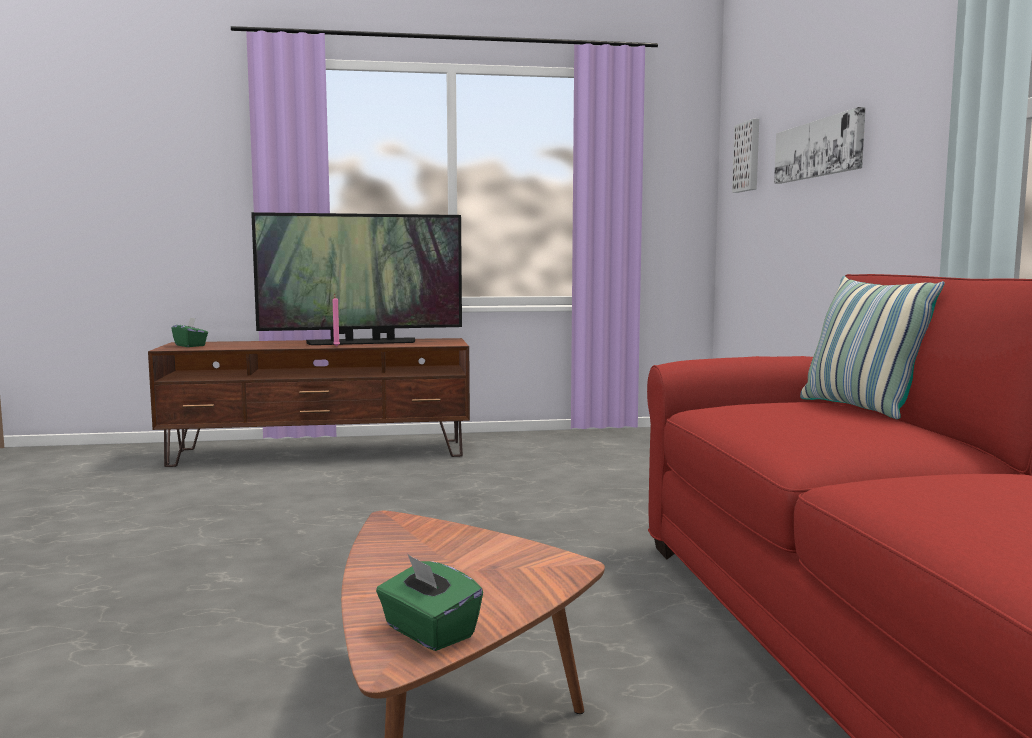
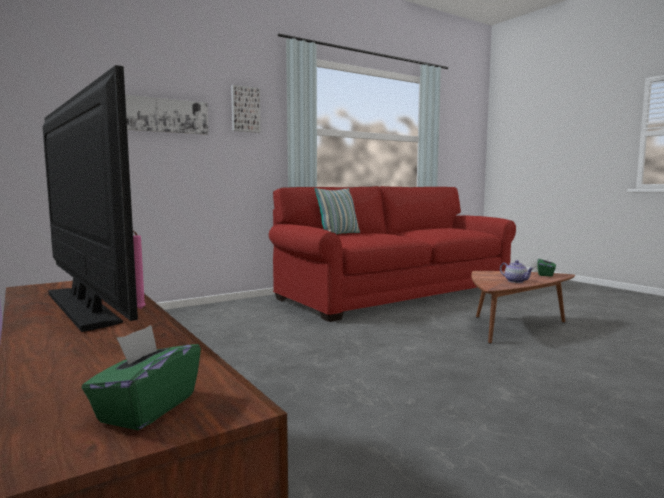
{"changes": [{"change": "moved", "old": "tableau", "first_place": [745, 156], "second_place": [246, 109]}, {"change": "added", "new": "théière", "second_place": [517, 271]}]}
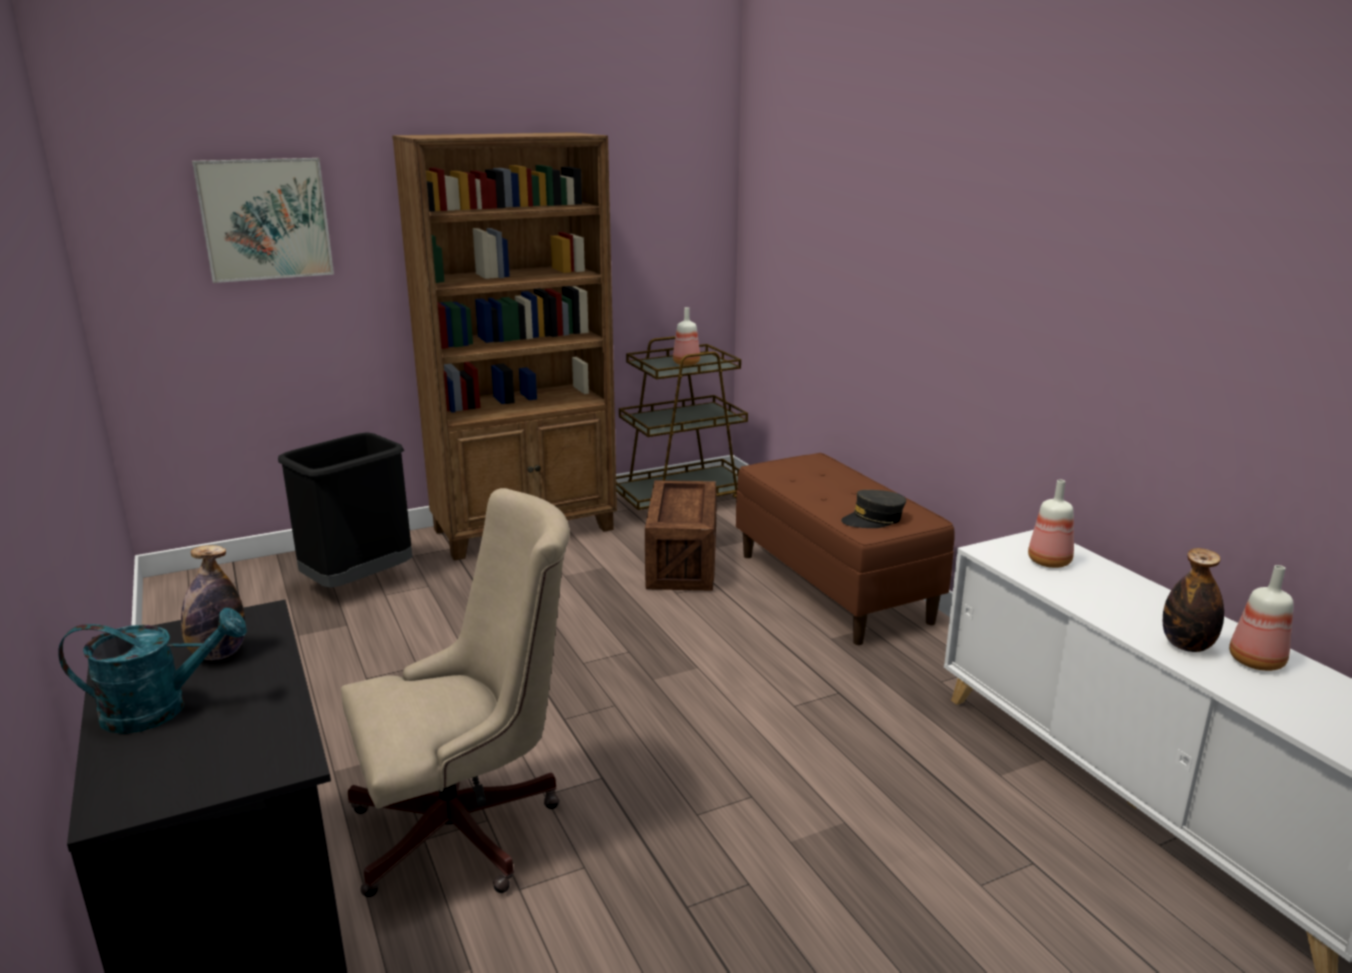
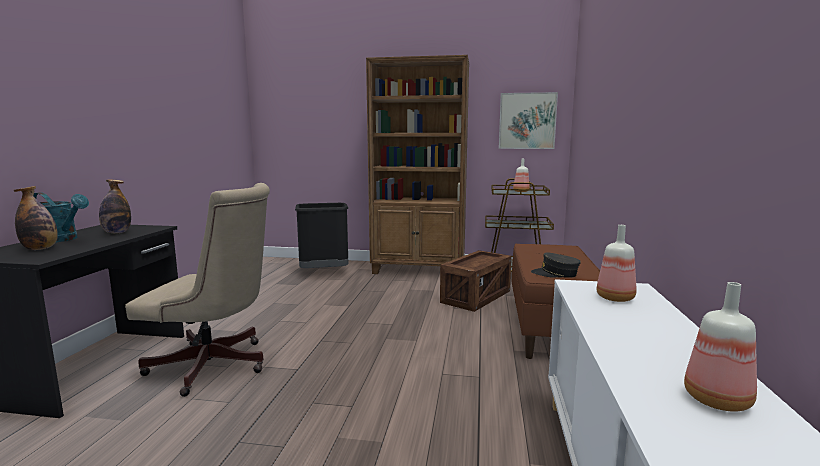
{"changes": [{"change": "moved", "old": "tableau", "first_place": [263, 220], "second_place": [528, 120]}, {"change": "moved", "old": "bouteille", "first_place": [1193, 600], "second_place": [36, 218]}]}
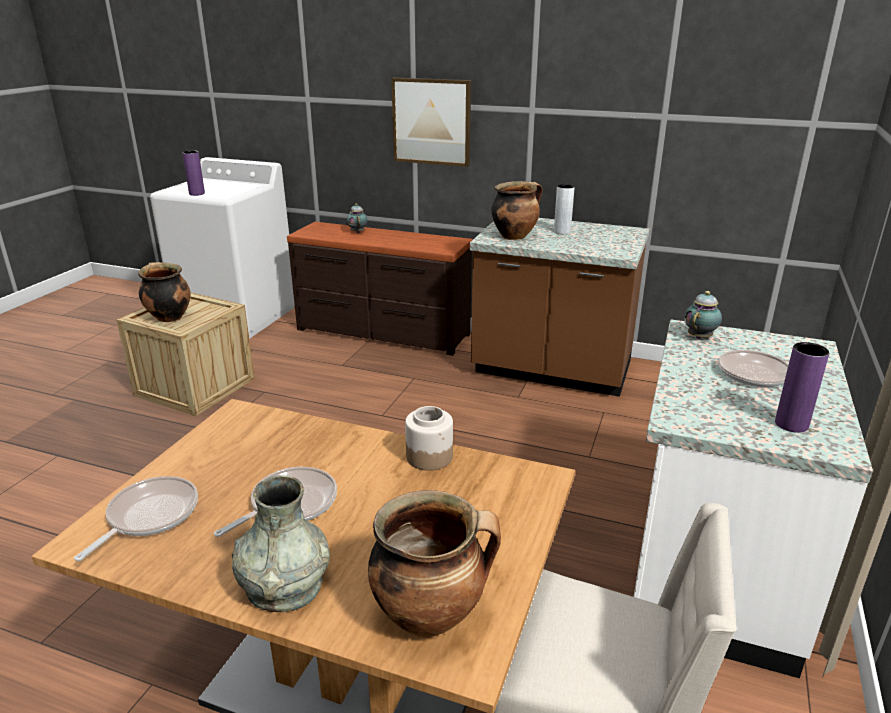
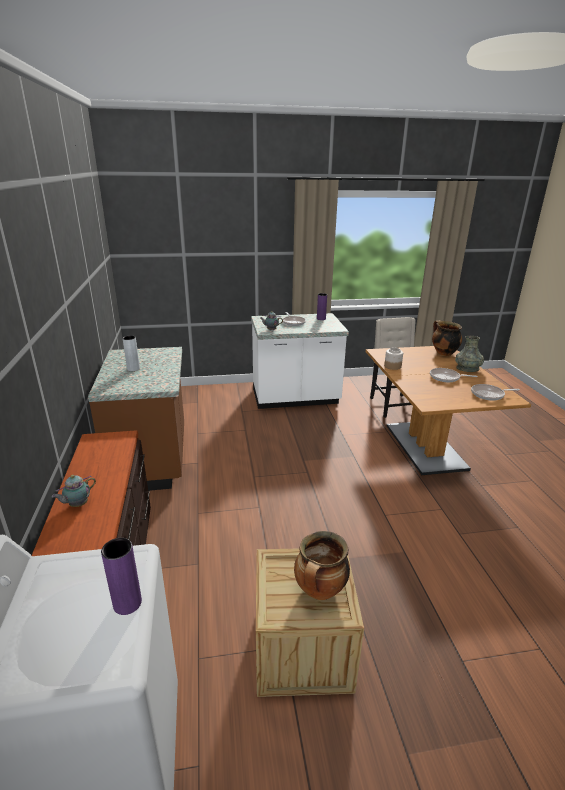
{"changes": [{"change": "removed", "old": "tableau", "first_place": [431, 122]}, {"change": "removed", "old": "marmite", "first_place": [517, 210]}]}
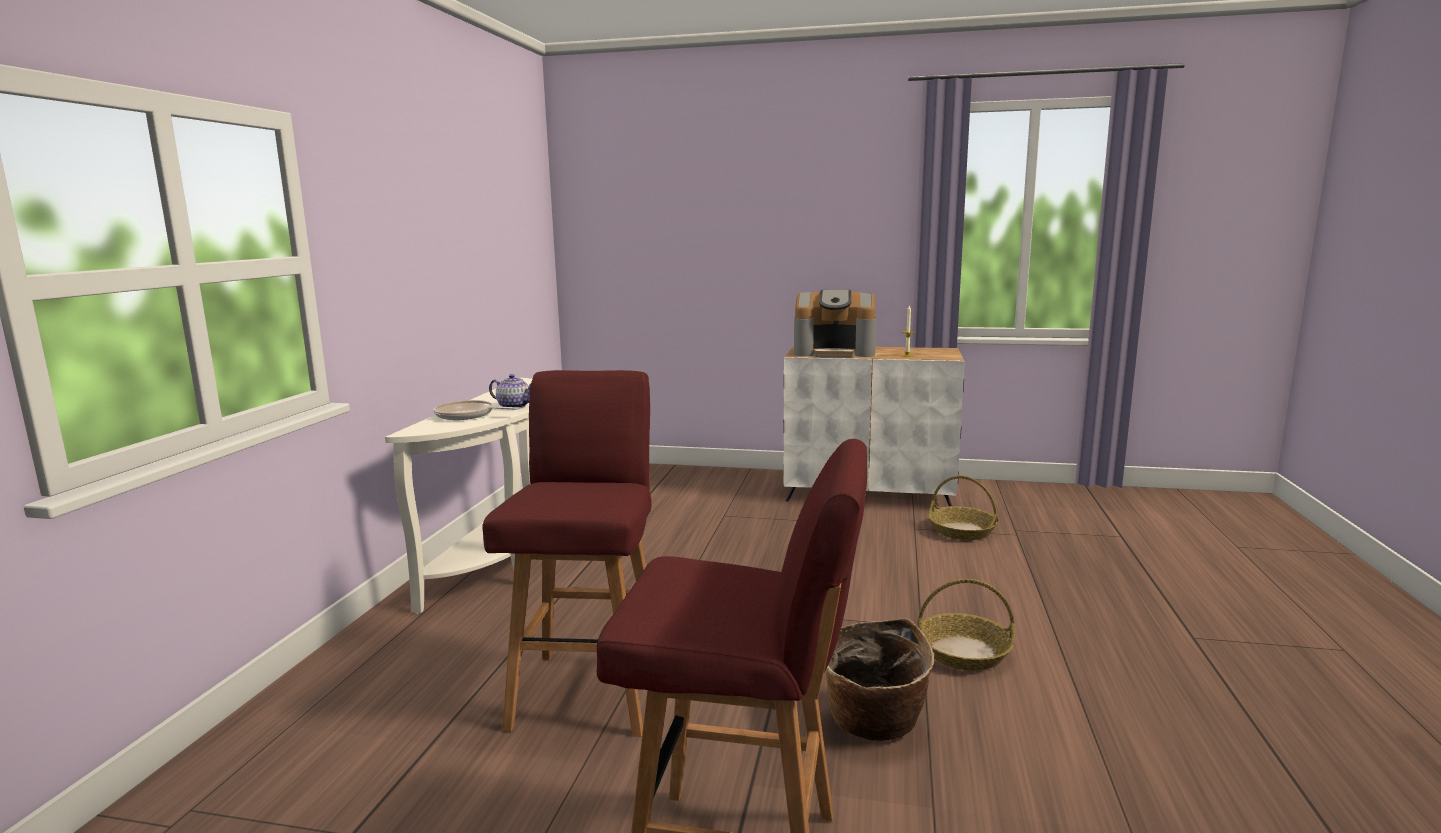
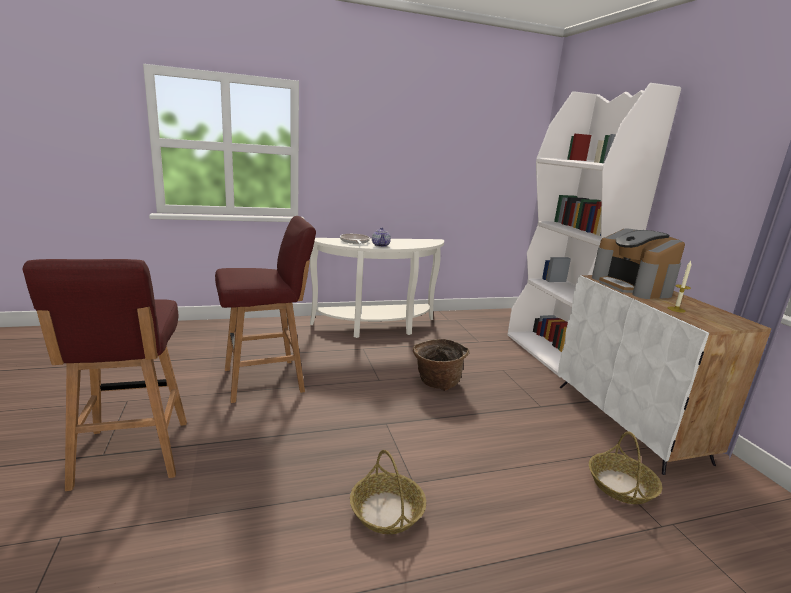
{"changes": [{"change": "moved", "old": "panier", "first_place": [880, 679], "second_place": [441, 365]}, {"change": "added", "new": "bibliothèque/blanc", "second_place": [594, 230]}]}
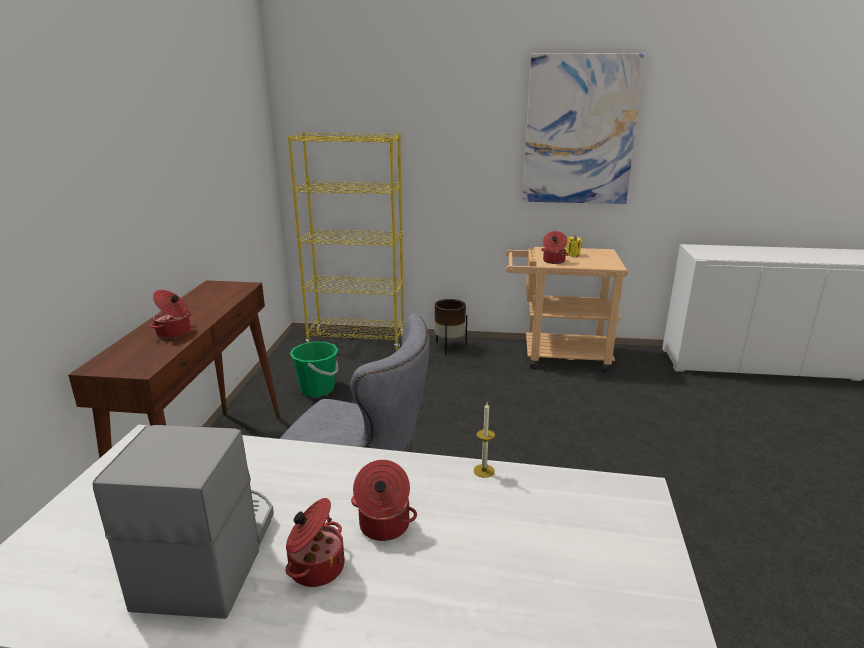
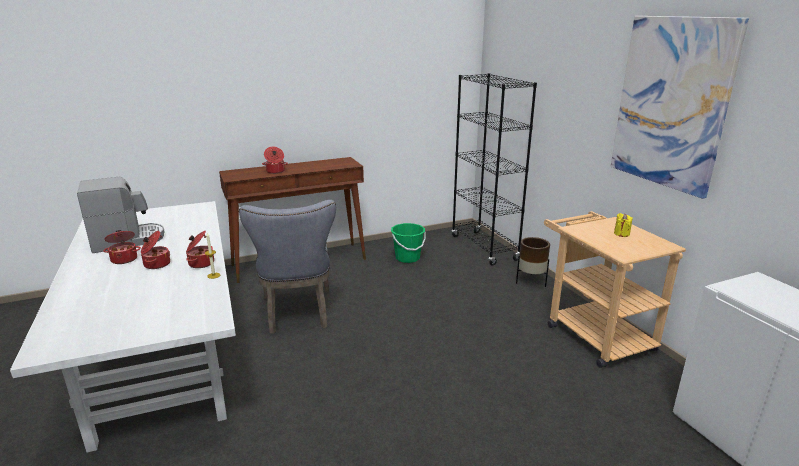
{"changes": [{"change": "recoloured", "old": "bibliothèque/jaune", "new": "bibliothèque/noir", "first_place": [346, 241], "second_place": [494, 169]}, {"change": "moved", "old": "marmite", "first_place": [555, 247], "second_place": [200, 249]}]}
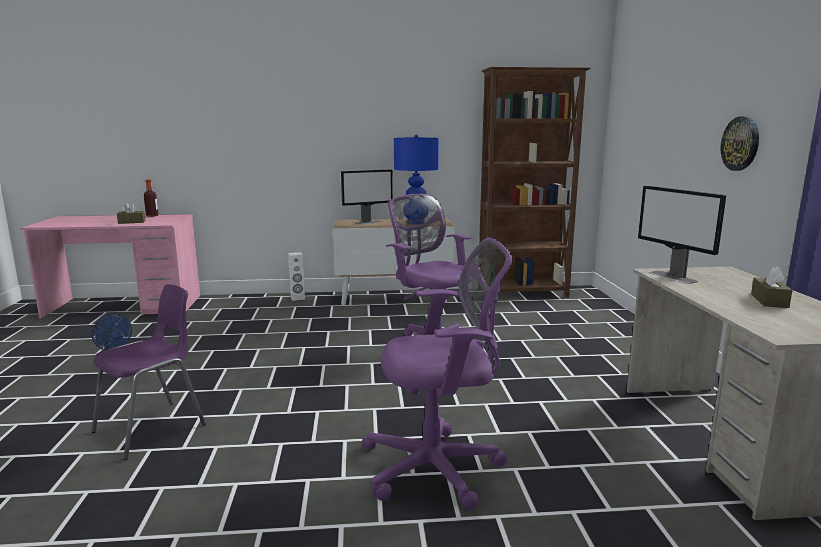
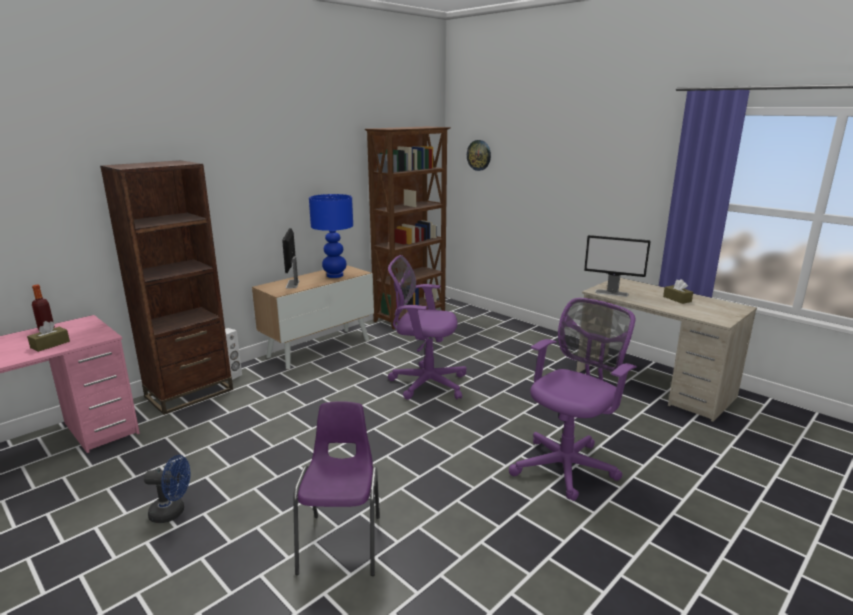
{"changes": [{"change": "turned", "old": "écran d'ordinateur", "first_place": [367, 197], "second_place": [291, 258], "degrees": 150}, {"change": "moved", "old": "horloge murale", "first_place": [739, 144], "second_place": [479, 155]}, {"change": "added", "new": "bibliothèque/marron", "second_place": [166, 287]}]}
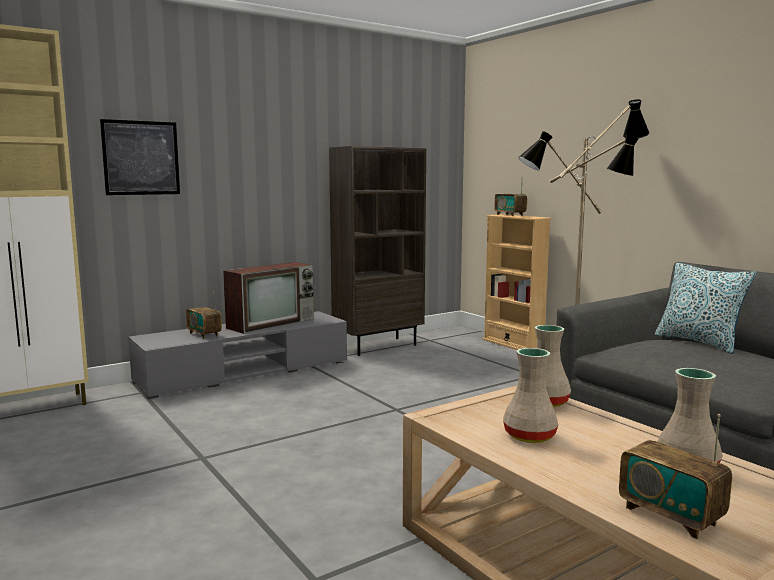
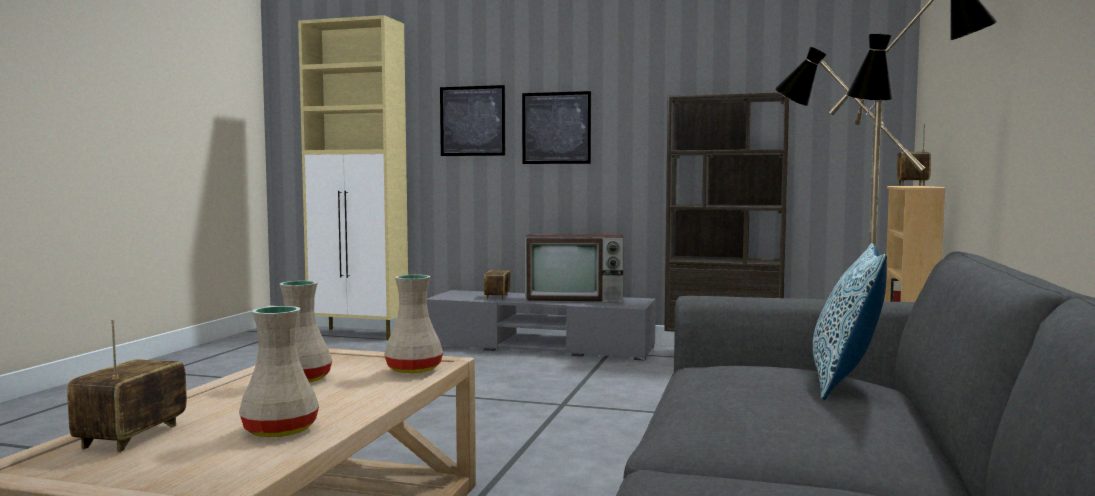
{"changes": [{"change": "added", "new": "tableau", "second_place": [556, 127]}]}
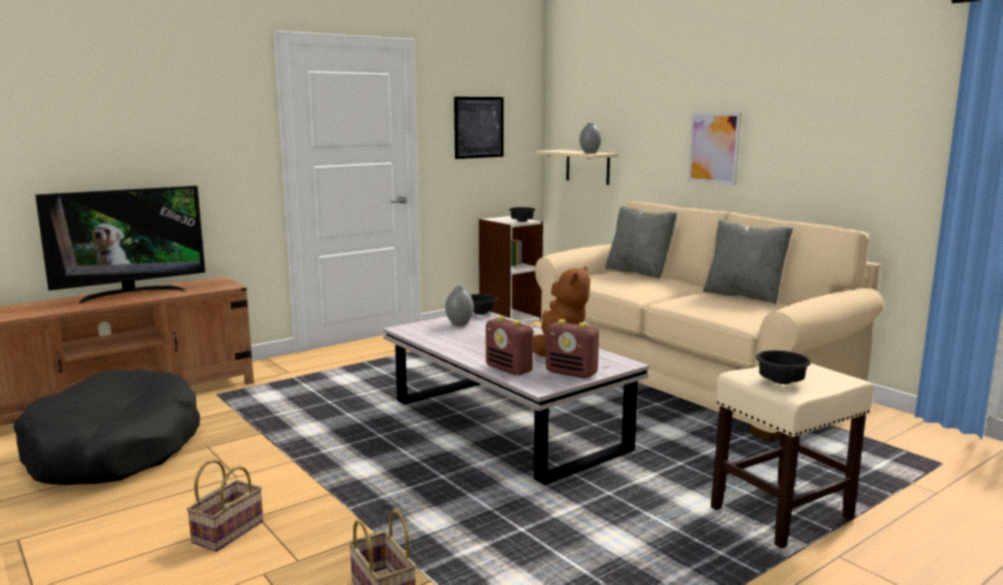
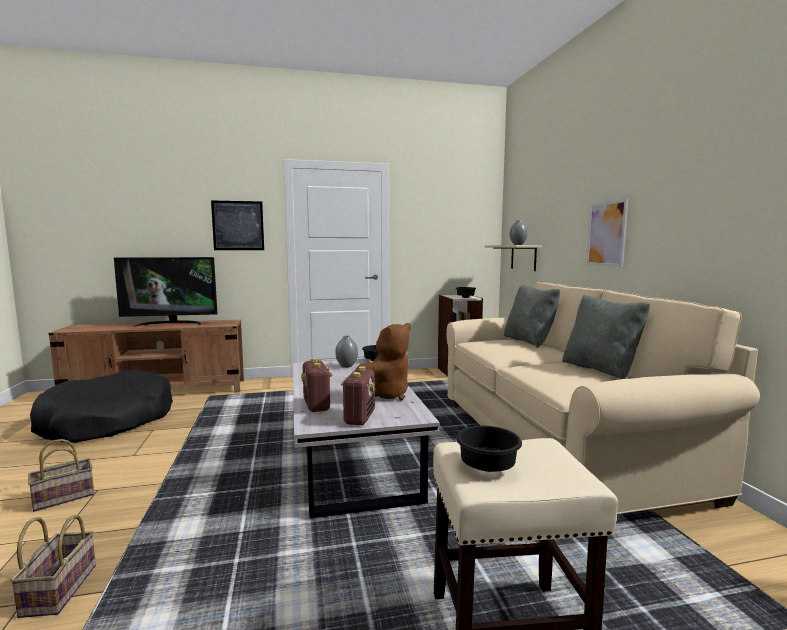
{"changes": [{"change": "moved", "old": "tableau", "first_place": [478, 128], "second_place": [237, 225]}, {"change": "turned", "old": "radio", "first_place": [572, 348], "second_place": [358, 395], "degrees": -135}]}
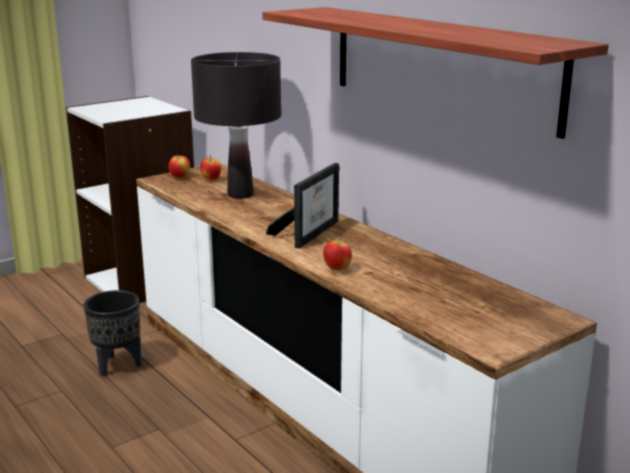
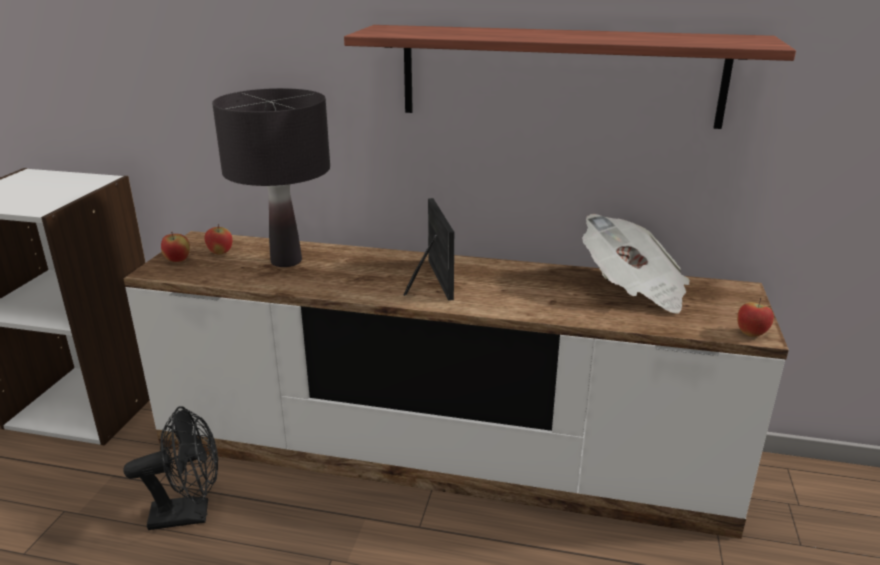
{"changes": [{"change": "replaced", "old": "cache-pot/noir", "new": "ventilateur/noir", "first_place": [112, 333], "second_place": [171, 468]}, {"change": "moved", "old": "pomme", "first_place": [337, 253], "second_place": [755, 317]}, {"change": "added", "new": "journal", "second_place": [636, 264]}]}
